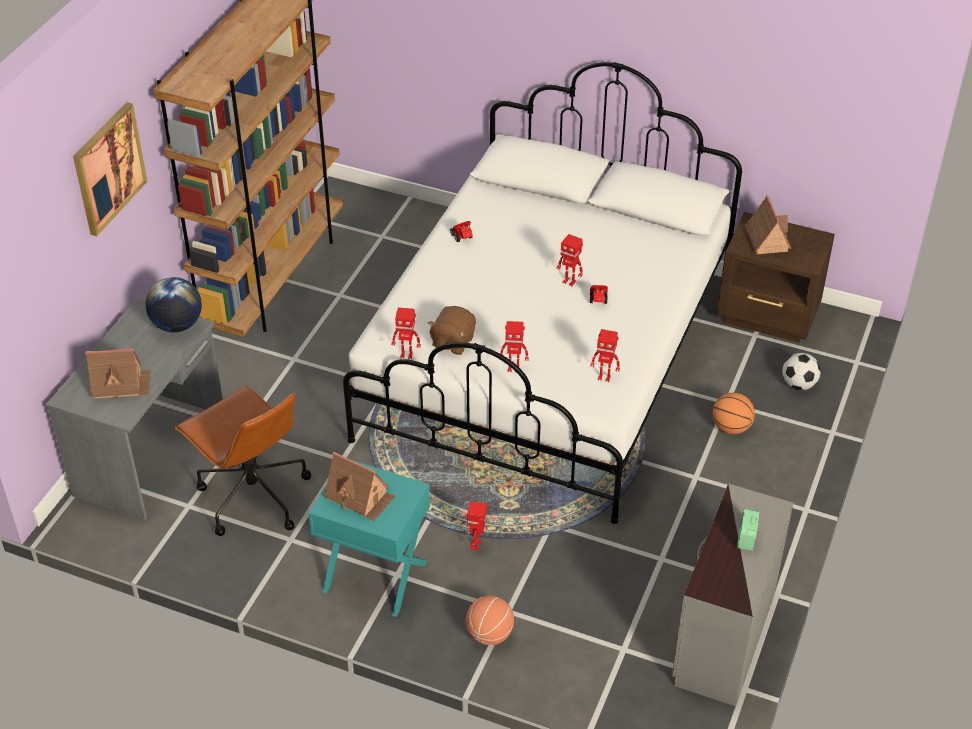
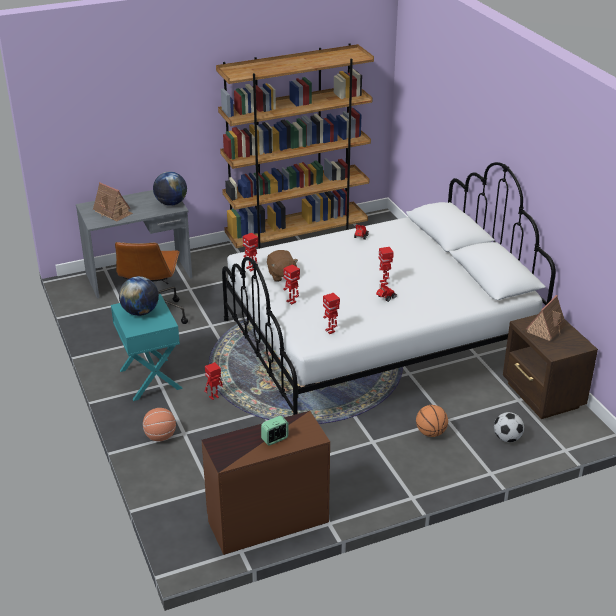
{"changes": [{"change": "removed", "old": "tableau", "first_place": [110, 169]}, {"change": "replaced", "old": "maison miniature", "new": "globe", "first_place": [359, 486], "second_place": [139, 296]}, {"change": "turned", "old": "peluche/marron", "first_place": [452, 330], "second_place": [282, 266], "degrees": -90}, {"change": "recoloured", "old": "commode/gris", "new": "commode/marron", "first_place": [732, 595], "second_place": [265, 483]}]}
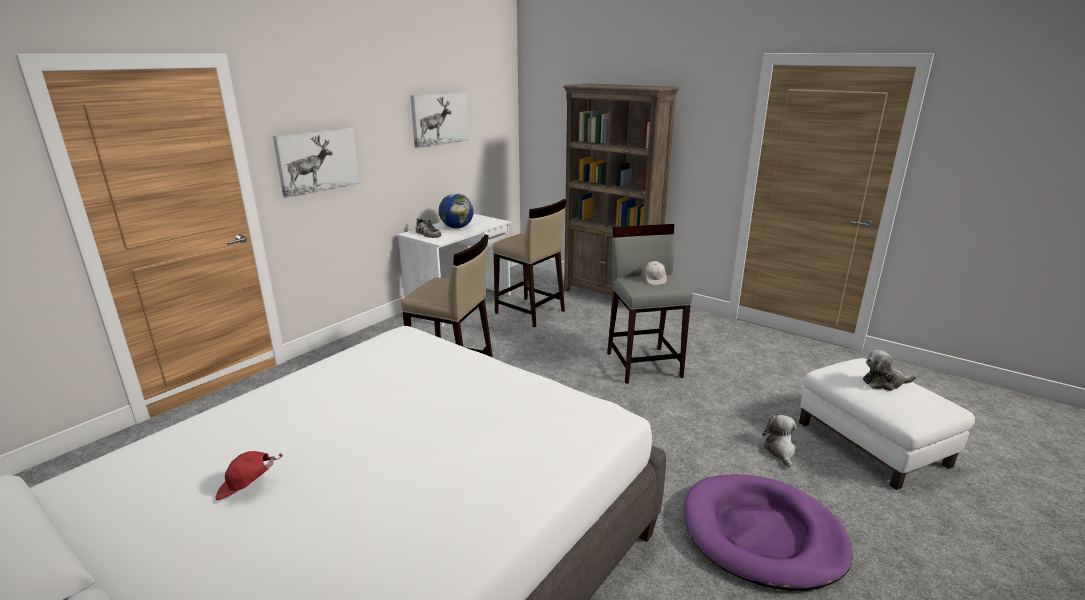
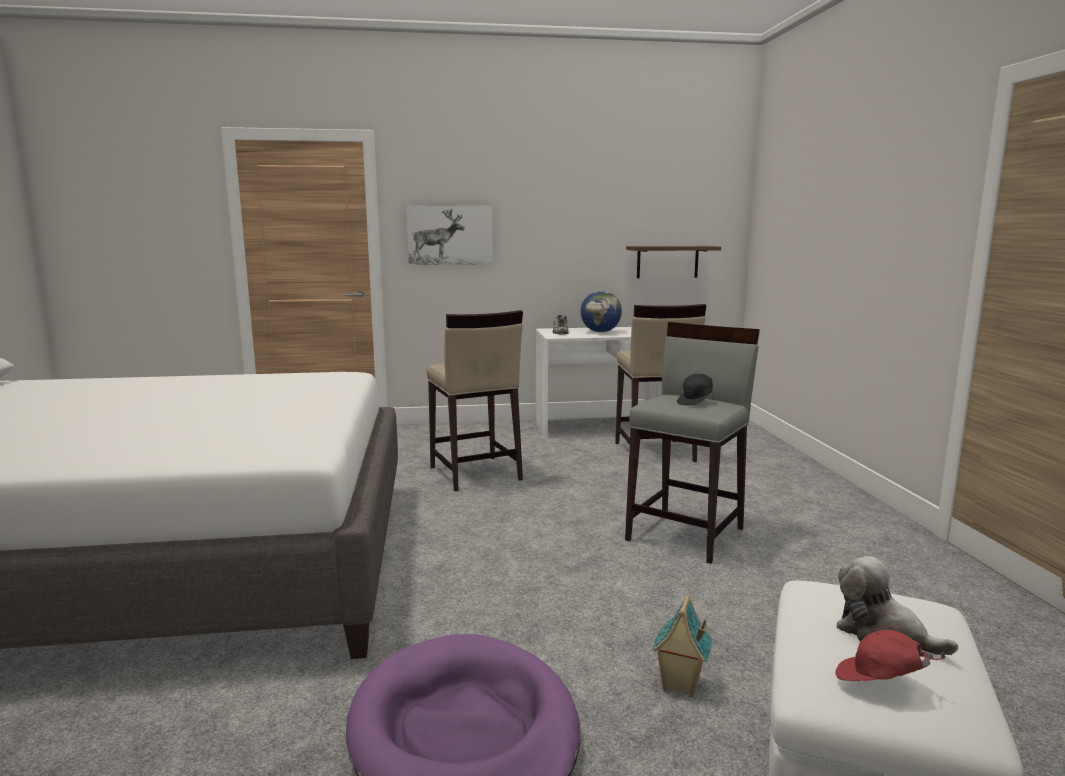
{"changes": [{"change": "moved", "old": "casquette/rouge", "first_place": [249, 475], "second_place": [891, 655]}, {"change": "removed", "old": "tableau", "first_place": [439, 120]}, {"change": "removed", "old": "bibliothèque/marron", "first_place": [621, 190]}, {"change": "recoloured", "old": "casquette/blanc", "new": "casquette/noir", "first_place": [656, 272], "second_place": [695, 389]}, {"change": "replaced", "old": "peluche", "new": "maison miniature", "first_place": [779, 441], "second_place": [682, 645]}, {"change": "added", "new": "étagère", "second_place": [673, 262]}]}
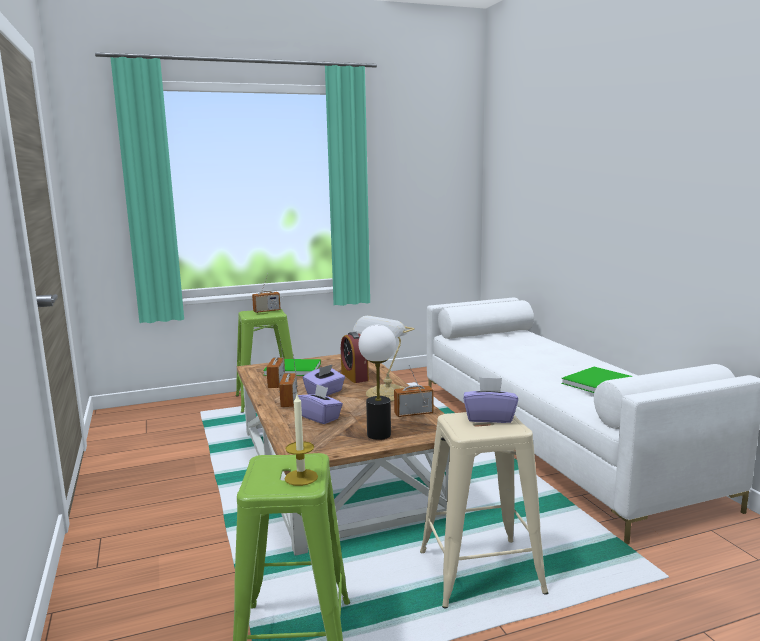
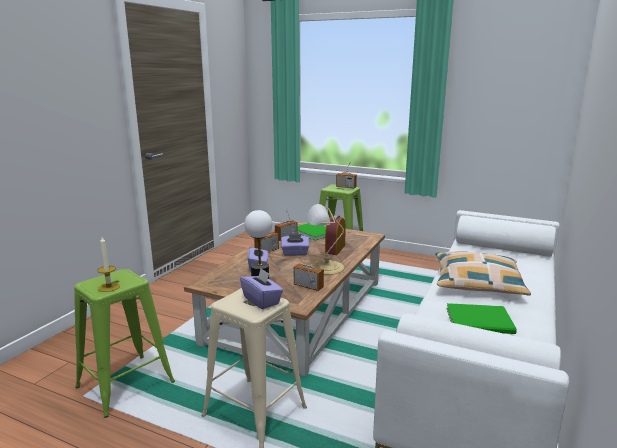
{"changes": [{"change": "added", "new": "coussin", "second_place": [483, 273]}]}
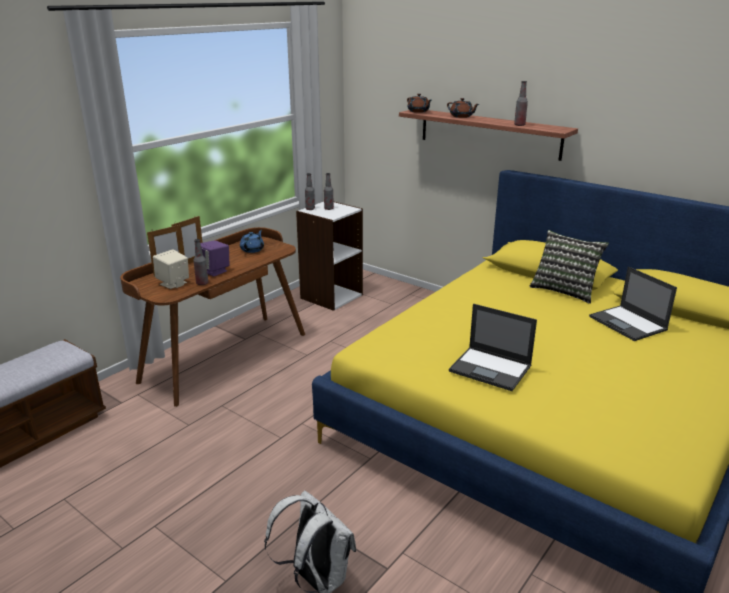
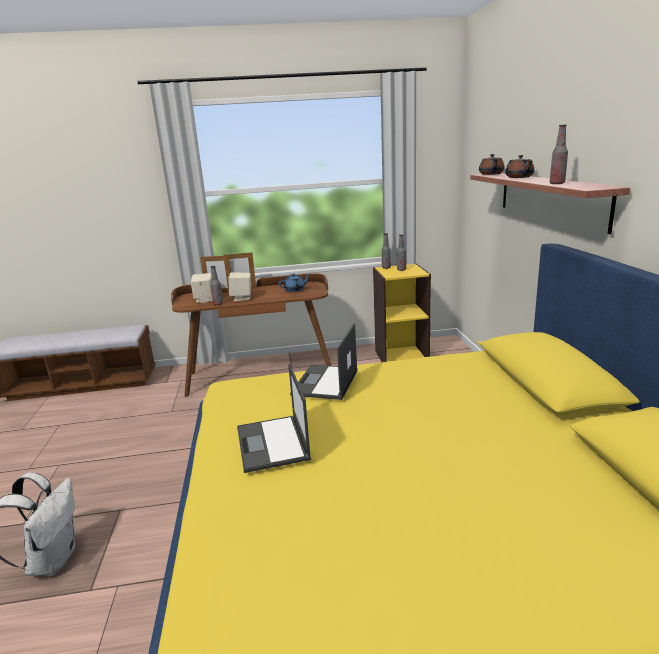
{"changes": [{"change": "recoloured", "old": "enceinte/violet", "new": "enceinte/beige", "first_place": [214, 258], "second_place": [239, 286]}, {"change": "recoloured", "old": "bibliothèque/blanc", "new": "bibliothèque/jaune", "first_place": [329, 256], "second_place": [402, 313]}, {"change": "removed", "old": "coussin", "first_place": [569, 267]}, {"change": "moved", "old": "ordinateur portable", "first_place": [633, 303], "second_place": [324, 361]}]}
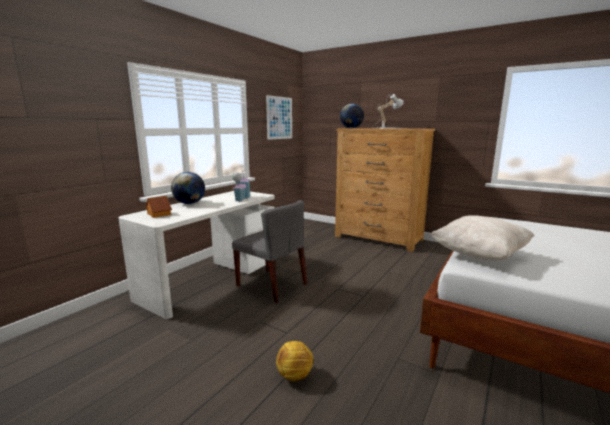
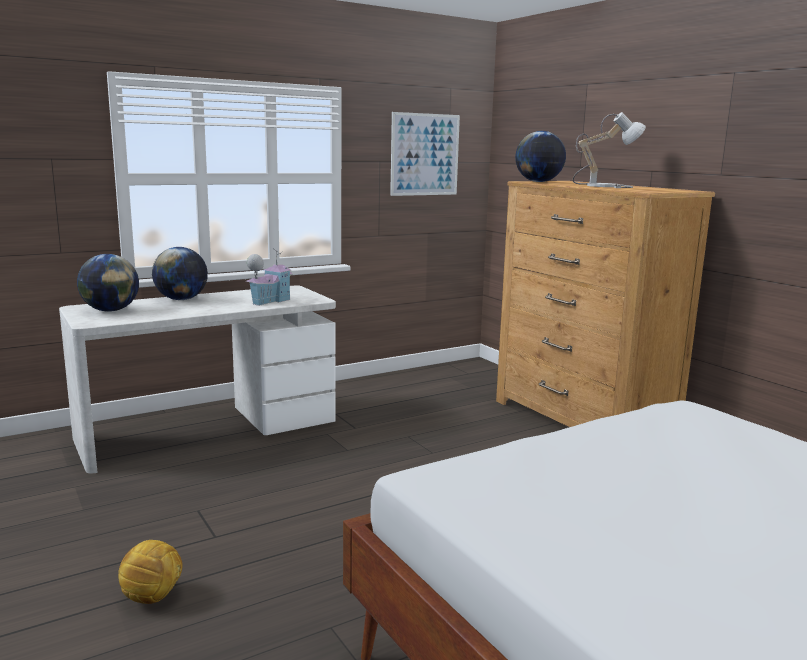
{"changes": [{"change": "replaced", "old": "maison miniature", "new": "globe", "first_place": [159, 207], "second_place": [108, 283]}, {"change": "removed", "old": "chaise/gris", "first_place": [269, 251]}, {"change": "removed", "old": "coussin/beige", "first_place": [482, 238]}]}
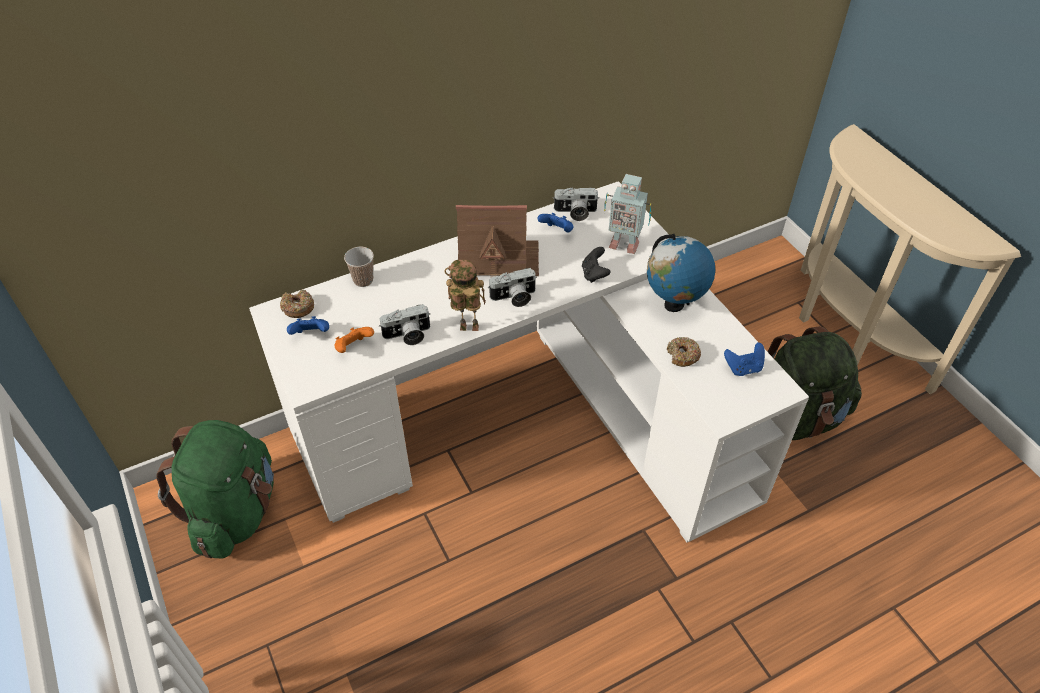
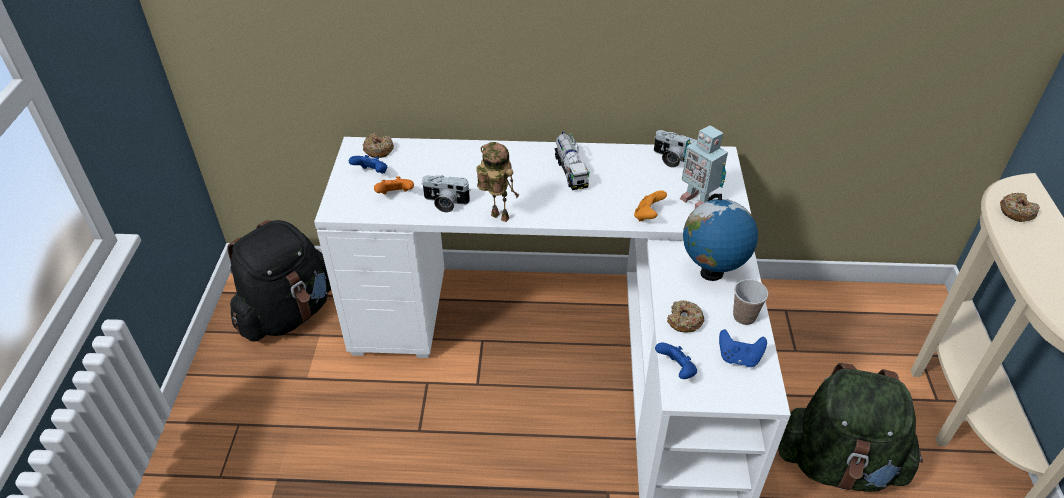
{"changes": [{"change": "recoloured", "old": "sac à dos/vert", "new": "sac à dos/noir", "first_place": [215, 489], "second_place": [279, 280]}, {"change": "moved", "old": "tasse", "first_place": [359, 267], "second_place": [750, 302]}, {"change": "replaced", "old": "maison miniature", "new": "camion jouet", "first_place": [497, 241], "second_place": [571, 161]}, {"change": "removed", "old": "appareil photo", "first_place": [513, 287]}, {"change": "moved", "old": "manette/bleu", "first_place": [556, 222], "second_place": [676, 361]}, {"change": "recoloured", "old": "manette/noir", "new": "manette/orange", "first_place": [596, 265], "second_place": [650, 205]}, {"change": "added", "new": "beignet", "second_place": [1020, 207]}]}
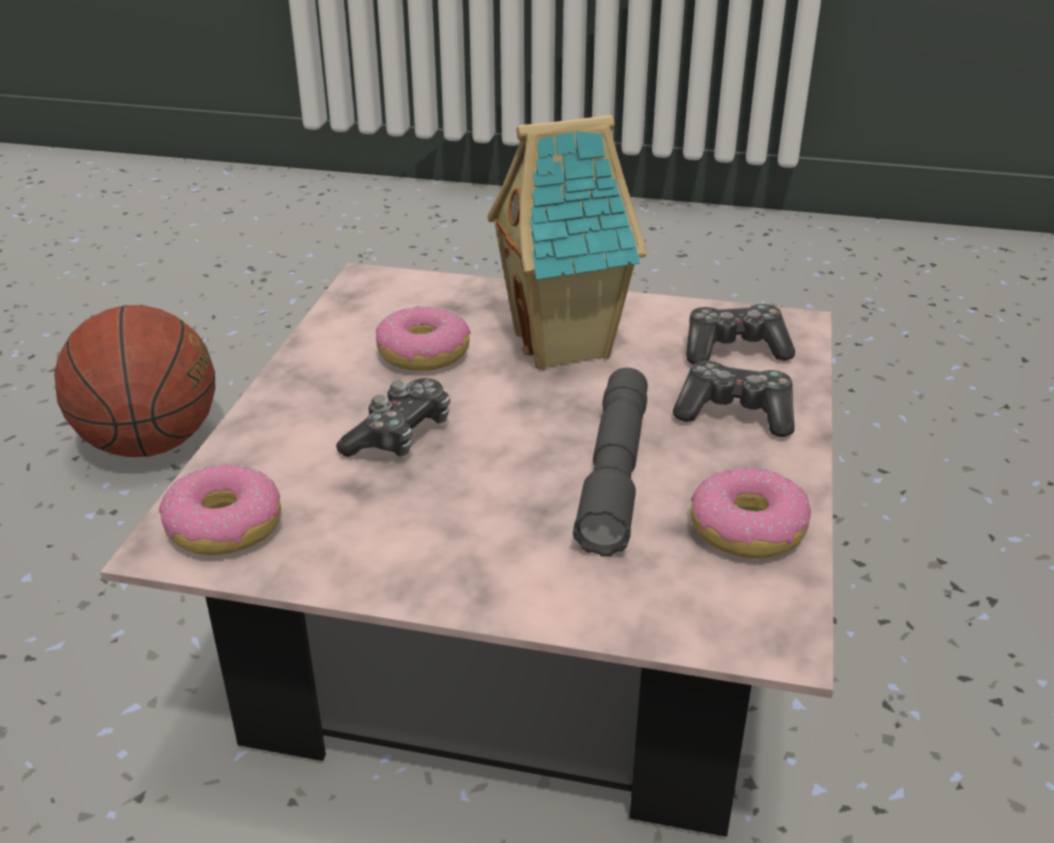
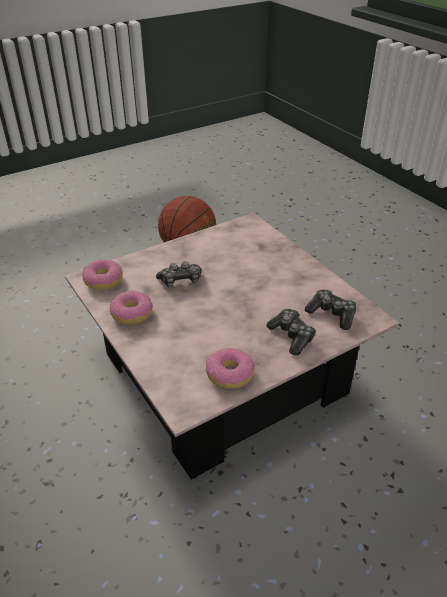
{"changes": [{"change": "moved", "old": "beignet", "first_place": [423, 338], "second_place": [131, 308]}, {"change": "removed", "old": "maison miniature", "first_place": [567, 242]}, {"change": "removed", "old": "lampe de poche/gris", "first_place": [610, 462]}]}
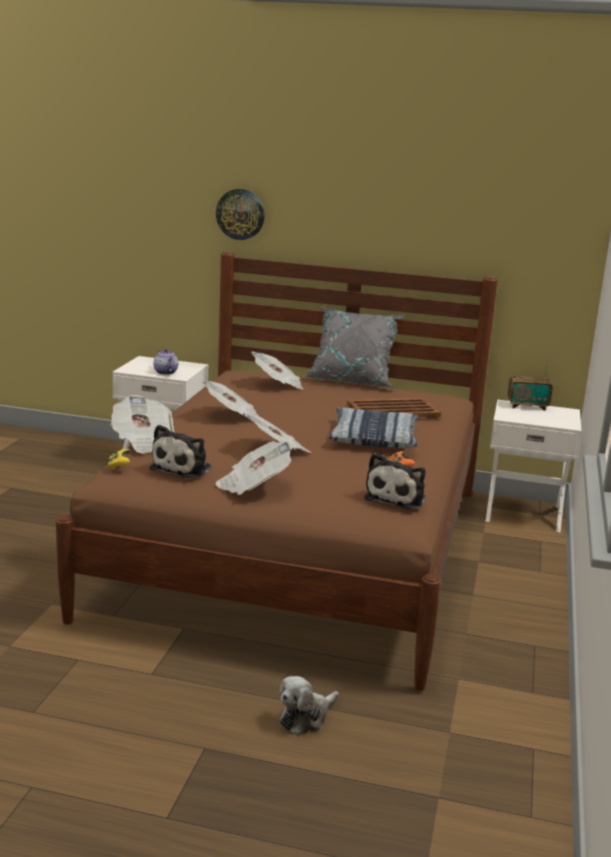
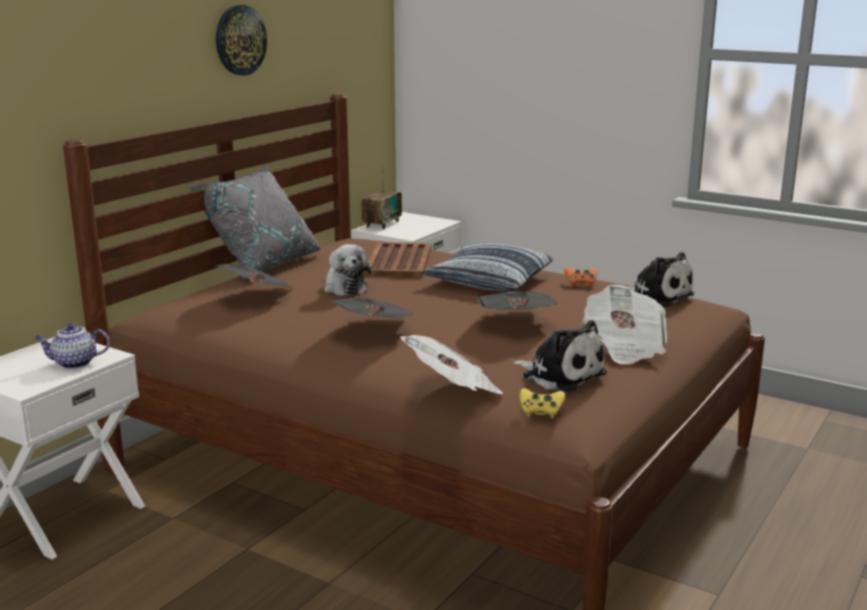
{"changes": [{"change": "moved", "old": "horloge murale", "first_place": [240, 214], "second_place": [241, 40]}, {"change": "moved", "old": "peluche", "first_place": [309, 705], "second_place": [347, 270]}]}
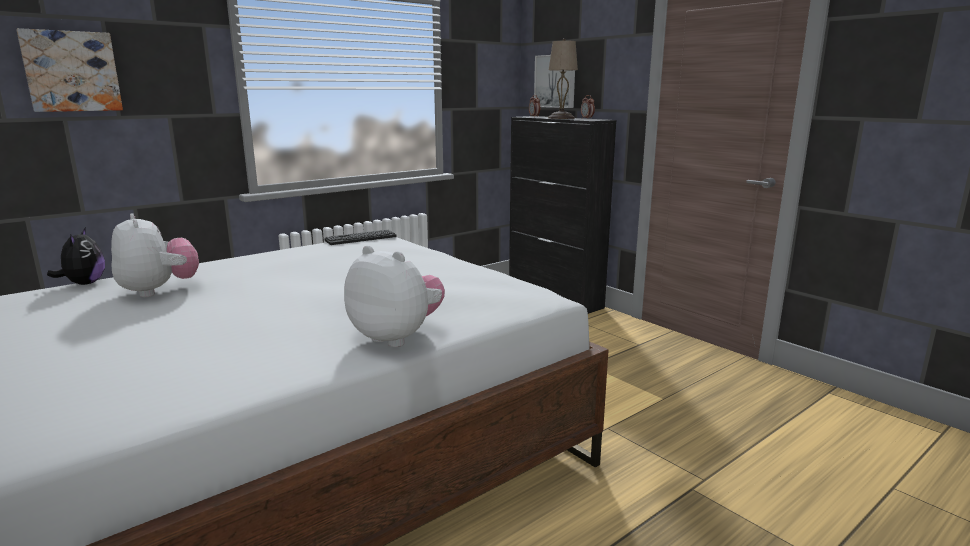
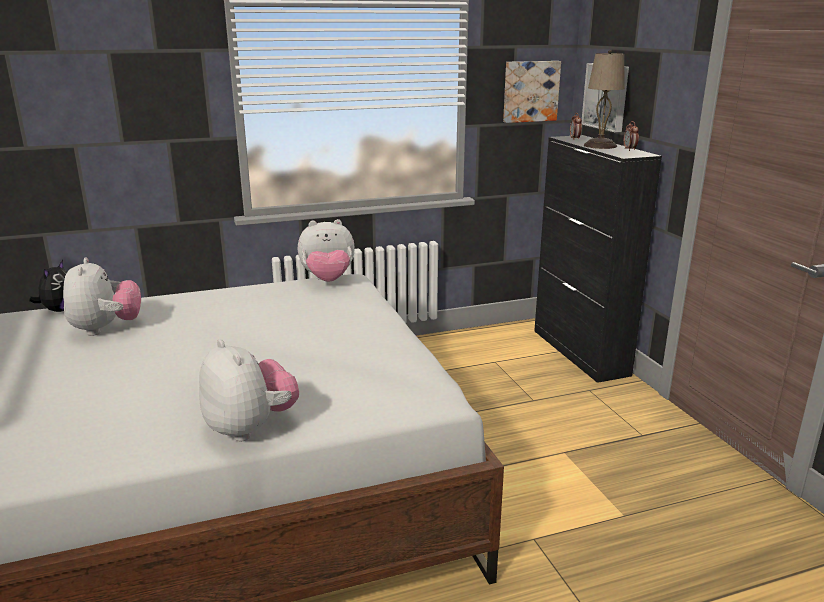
{"changes": [{"change": "moved", "old": "tableau", "first_place": [69, 70], "second_place": [532, 92]}, {"change": "replaced", "old": "clavier", "new": "peluche", "first_place": [360, 237], "second_place": [326, 250]}]}
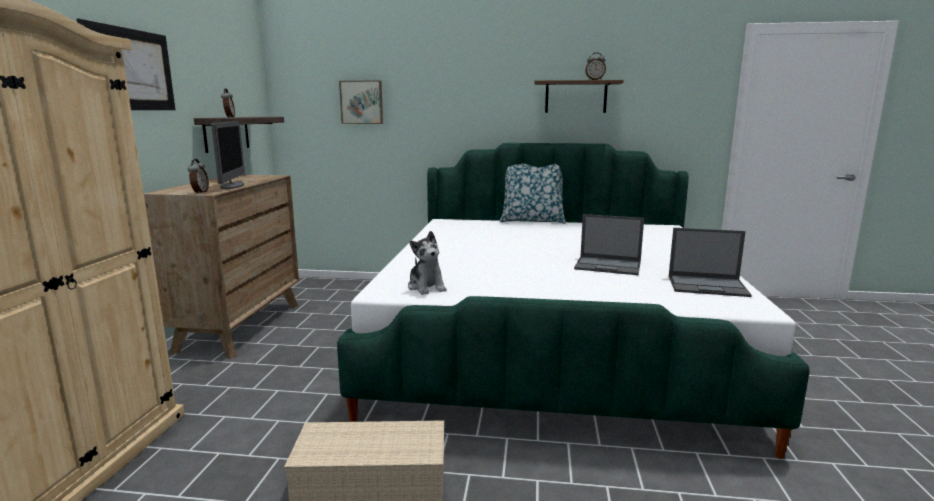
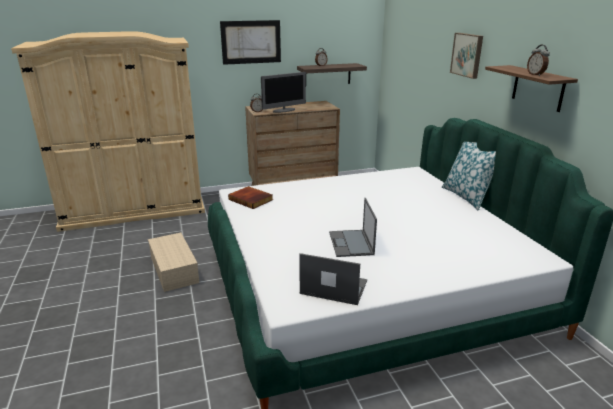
{"changes": [{"change": "moved", "old": "tableau", "first_place": [361, 102], "second_place": [466, 56]}, {"change": "replaced", "old": "peluche", "new": "livre", "first_place": [427, 263], "second_place": [250, 197]}, {"change": "turned", "old": "ordinateur portable", "first_place": [710, 262], "second_place": [333, 279], "degrees": 120}]}
